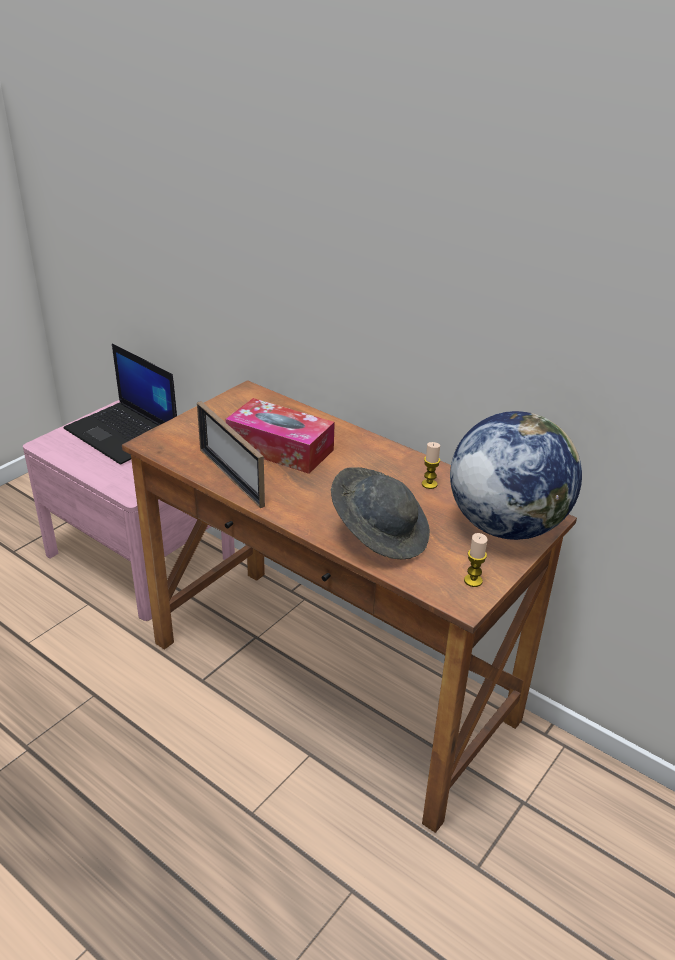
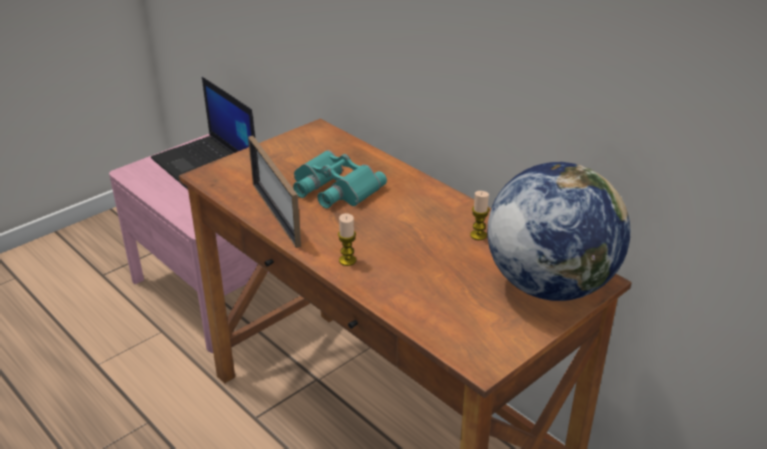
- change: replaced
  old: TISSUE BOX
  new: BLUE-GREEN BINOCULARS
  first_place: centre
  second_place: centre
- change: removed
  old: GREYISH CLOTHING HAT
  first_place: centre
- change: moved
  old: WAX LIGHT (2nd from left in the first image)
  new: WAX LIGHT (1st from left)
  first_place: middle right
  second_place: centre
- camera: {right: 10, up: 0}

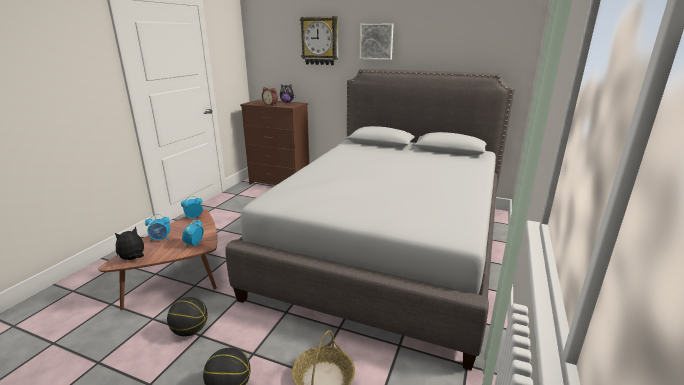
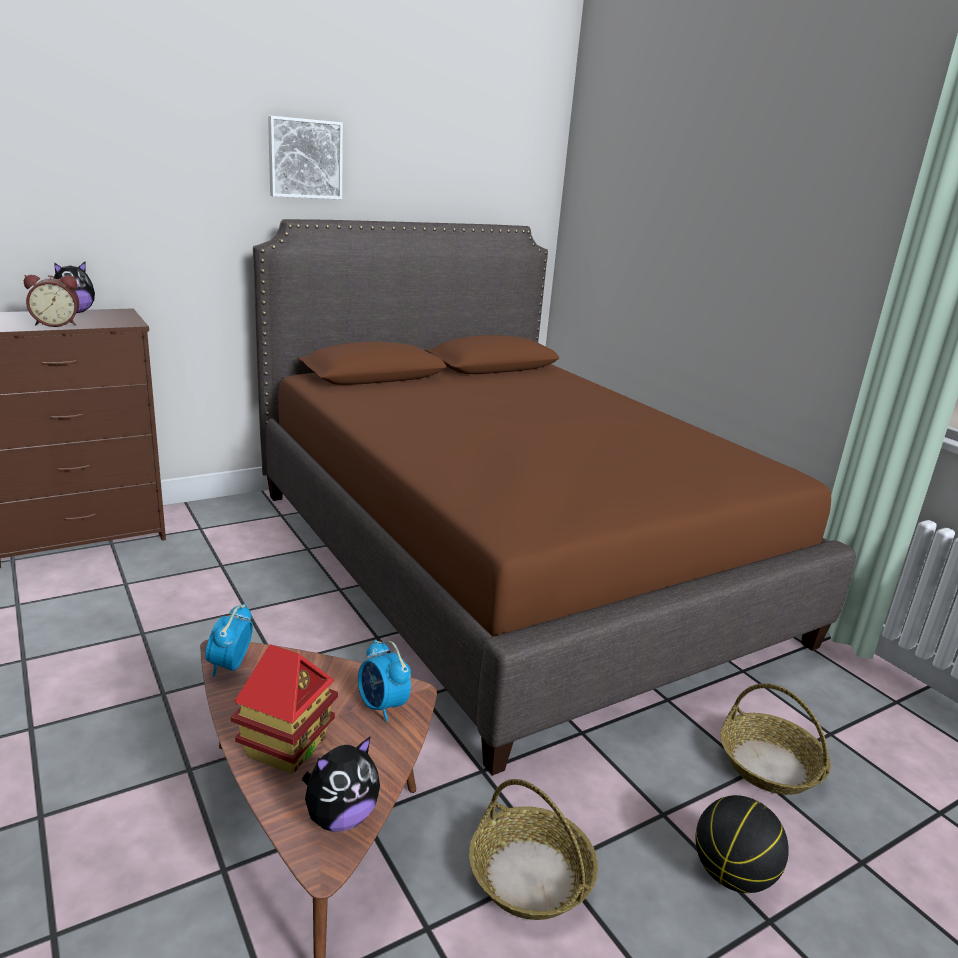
- change: turned
  old: PLUSH TOY (1st from left in the first image)
  first_place: middle left
  second_place: bottom centre
  degrees: -120
- change: replaced
  old: BEDSIDE CLOCK (1st from left)
  new: TOY HOUSE
  first_place: middle left
  second_place: bottom left
- change: replaced
  old: BALL FOR BASKETBALL (1st from left)
  new: STORAGE BASKET (1st from left)
  first_place: bottom left
  second_place: bottom centre
- change: recoloured
  old: GREYISH BEDROOM BED
  new: BROWN-COLOURED BEDROOM BED
  first_place: centre
  second_place: centre
- change: removed
  old: HANGING CLOCK
  first_place: top centre
- camera: {right: -55, up: 0}

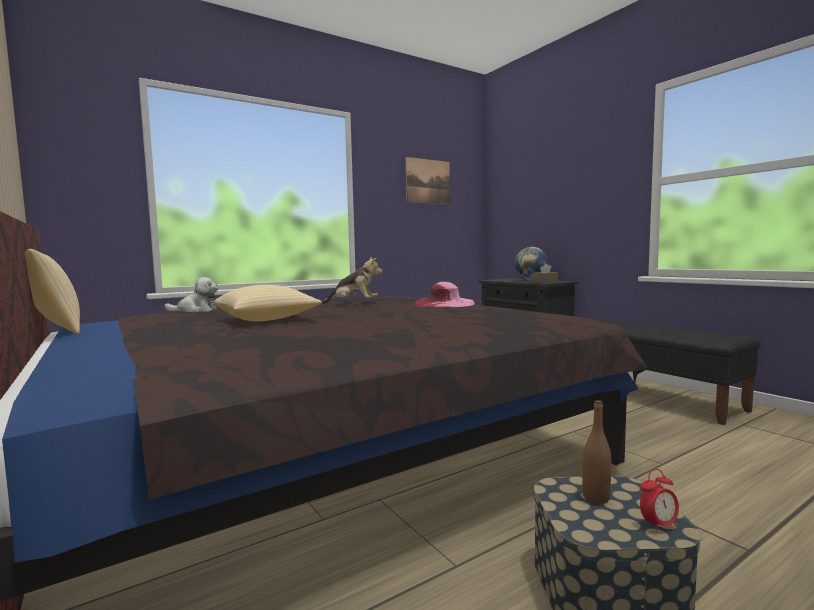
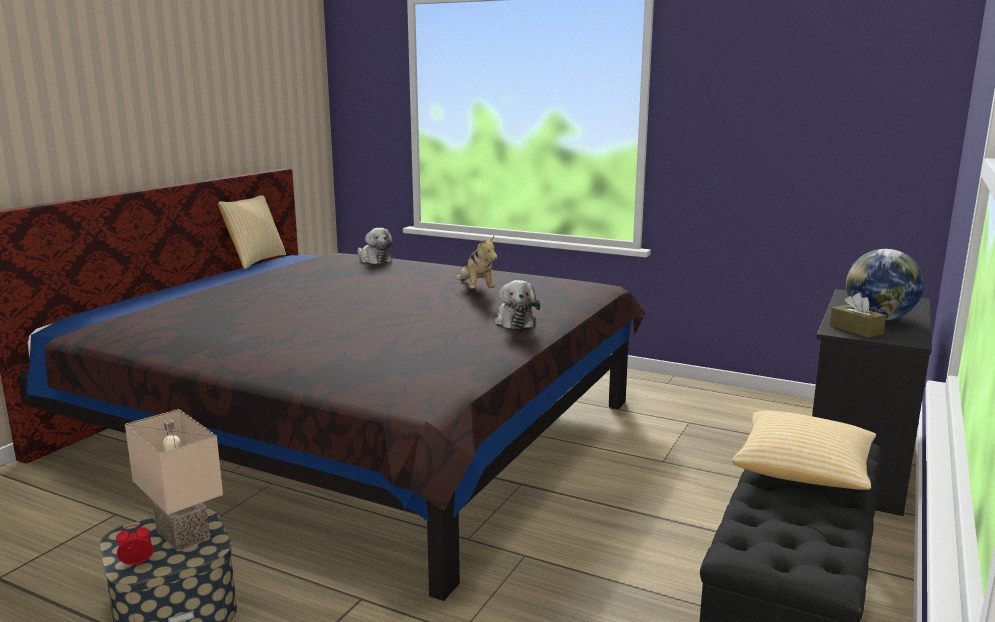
- change: moved
  old: PILLOW (2nd from left)
  first_place: middle left
  second_place: bottom right
- change: removed
  old: WALL ART
  first_place: top centre
- change: replaced
  old: PINK CLOTHING HAT
  new: PLUSH TOY (3rd from left)
  first_place: centre
  second_place: centre
- change: replaced
  old: BROWN-COLOURED DRINK BOTTLE
  new: BEIGE-COLOURED TABLETOP LAMP
  first_place: bottom right
  second_place: bottom left
- change: turned
  old: BEDSIDE CLOCK
  first_place: bottom right
  second_place: bottom left
  degrees: 120
- camera: {right: 60, up: 10}

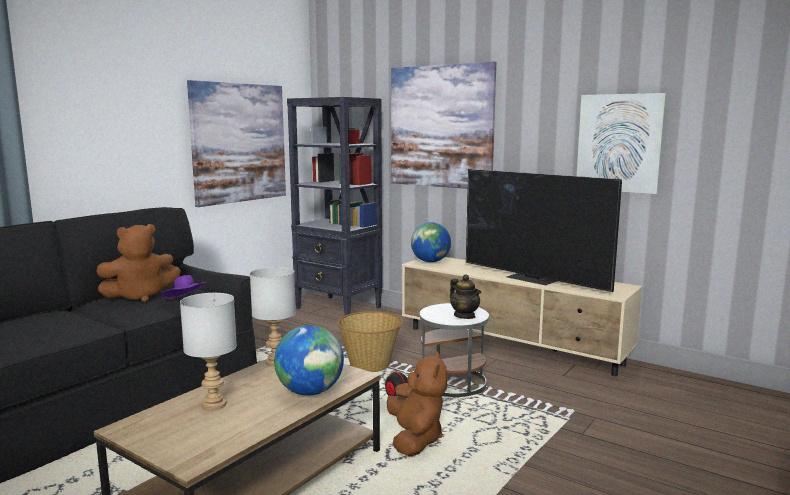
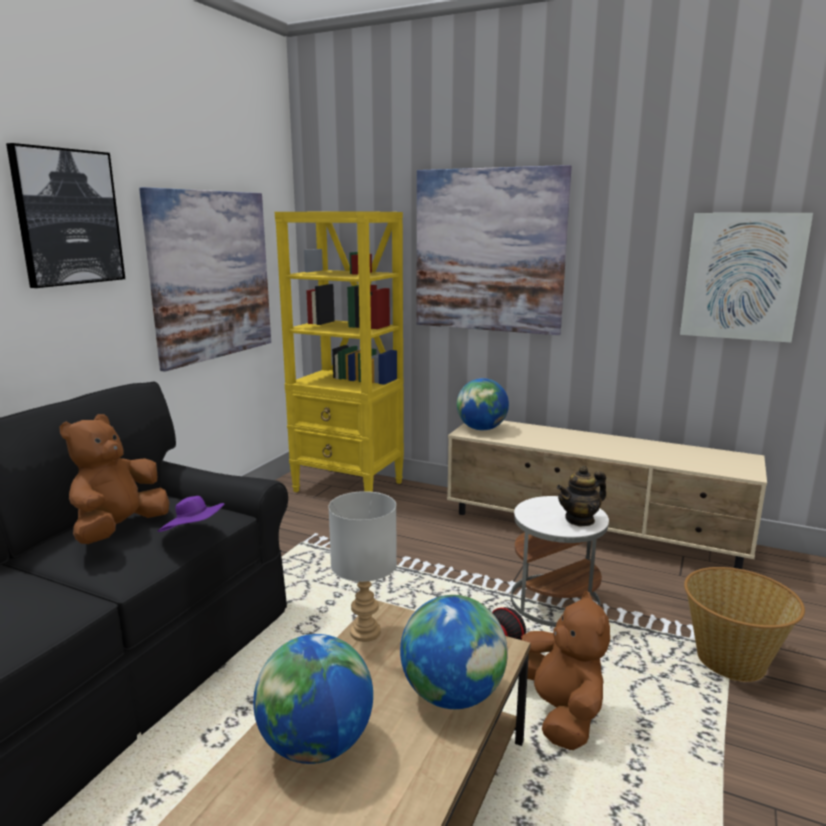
- change: turned
  old: BROWN-COLOURED PLUSH TOY (1st from left)
  first_place: middle left
  second_place: middle left
  degrees: 150
- change: replaced
  old: GREYISH TABLETOP LAMP (1st from left)
  new: WORLD GLOBE (1st from left)
  first_place: bottom left
  second_place: bottom centre
- change: recoloured
  old: BLACK-COLOURED BOOKCASE
  new: YELLOWISH BOOKCASE
  first_place: centre
  second_place: centre
- change: moved
  old: STORAGE BASKET
  first_place: bottom centre
  second_place: bottom right
- change: turned
  old: TEA POT
  first_place: centre
  second_place: middle right
  degrees: 105
- change: removed
  old: TV SET
  first_place: middle right
- change: added
  new: WALL ART (1st from left)
  second_place: top left
- camera: {right: -10, up: 5}

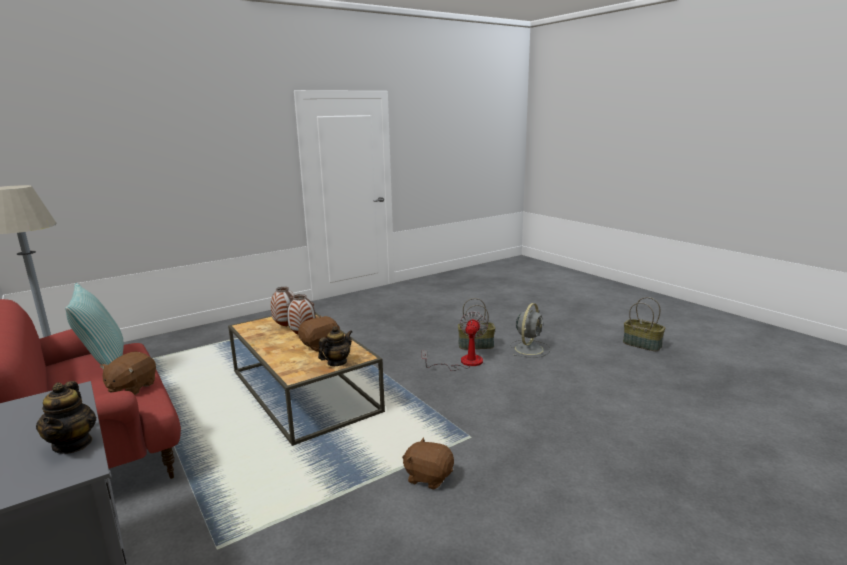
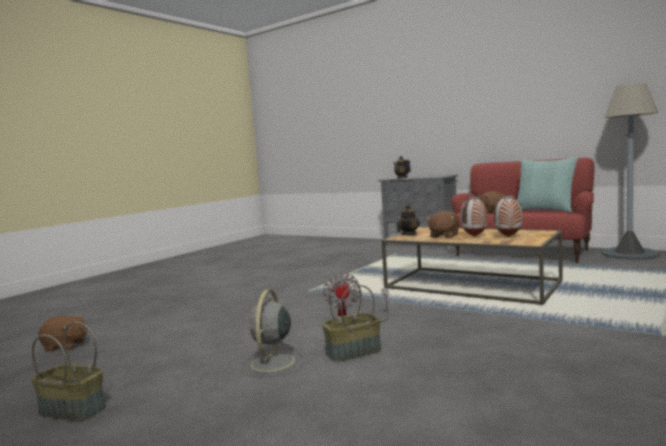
- change: moved
  old: BROWN-COLOURED PLUSH TOY (3rd from left in the first image)
  new: BROWN-COLOURED PLUSH TOY (1st from left)
  first_place: bottom centre
  second_place: bottom left
- camera: {right: 160, up: -10}

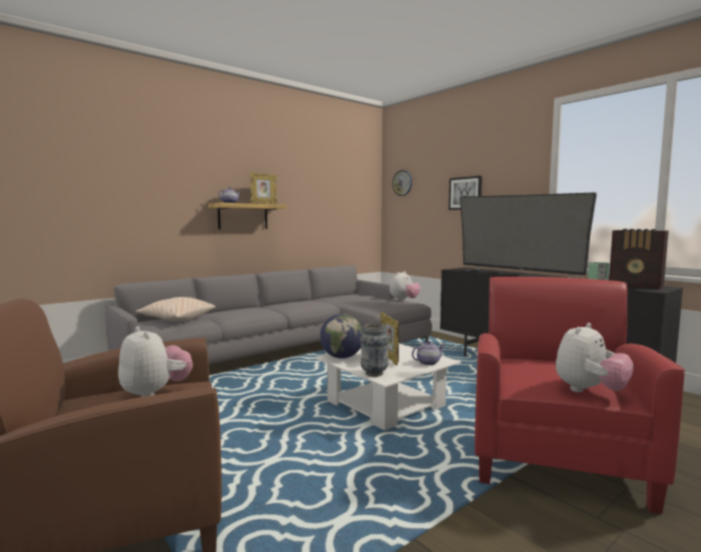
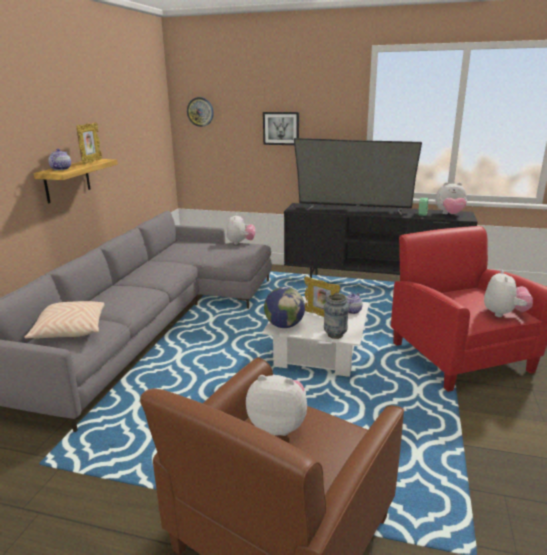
- change: replaced
  old: RADIO SET
  new: PLUSH TOY (3rd from left)
  first_place: middle right
  second_place: middle right
- camera: {right: -35, up: 15}

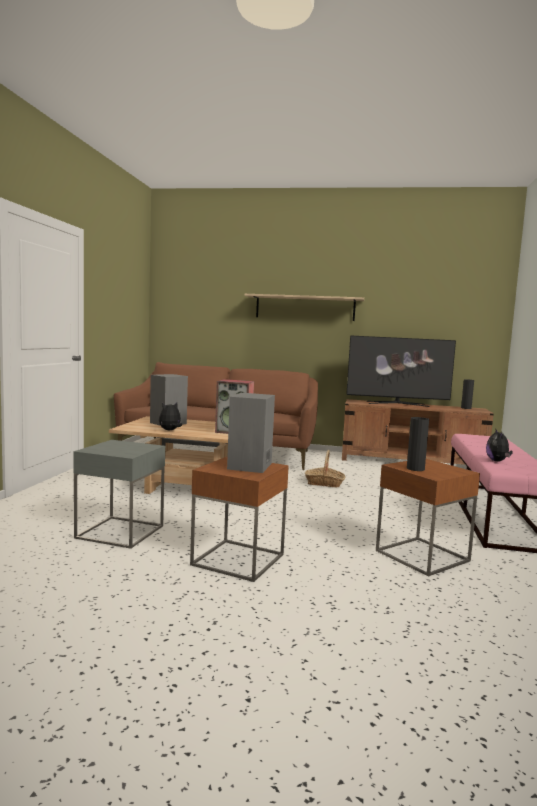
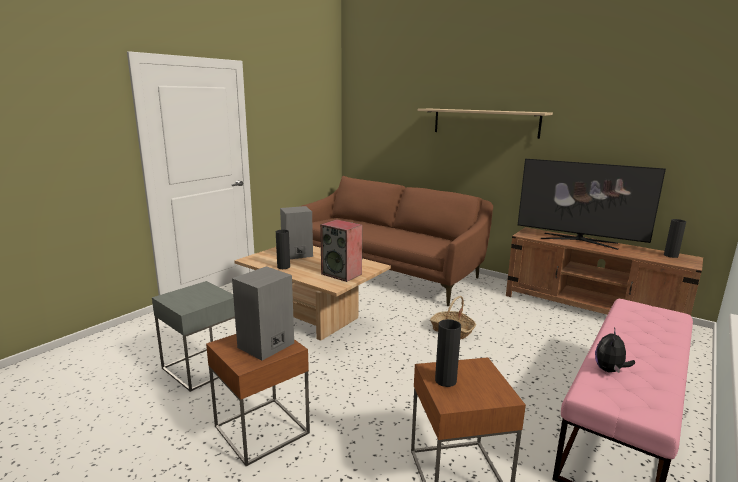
- change: replaced
  old: PLUSH TOY (1st from left)
  new: BLACK-COLOURED FLOWER VASE (1st from left)
  first_place: middle left
  second_place: centre
- camera: {right: 25, up: 10}

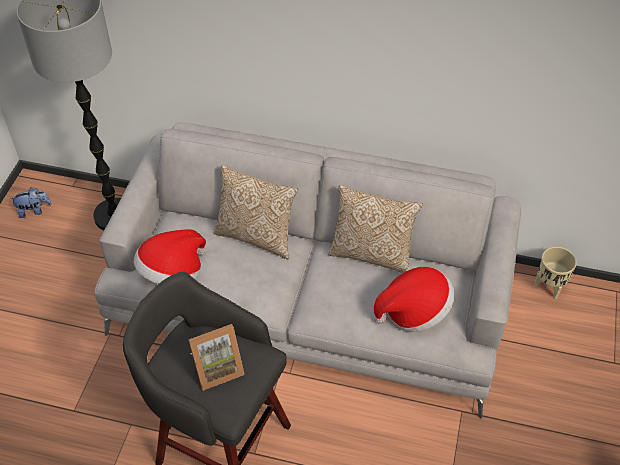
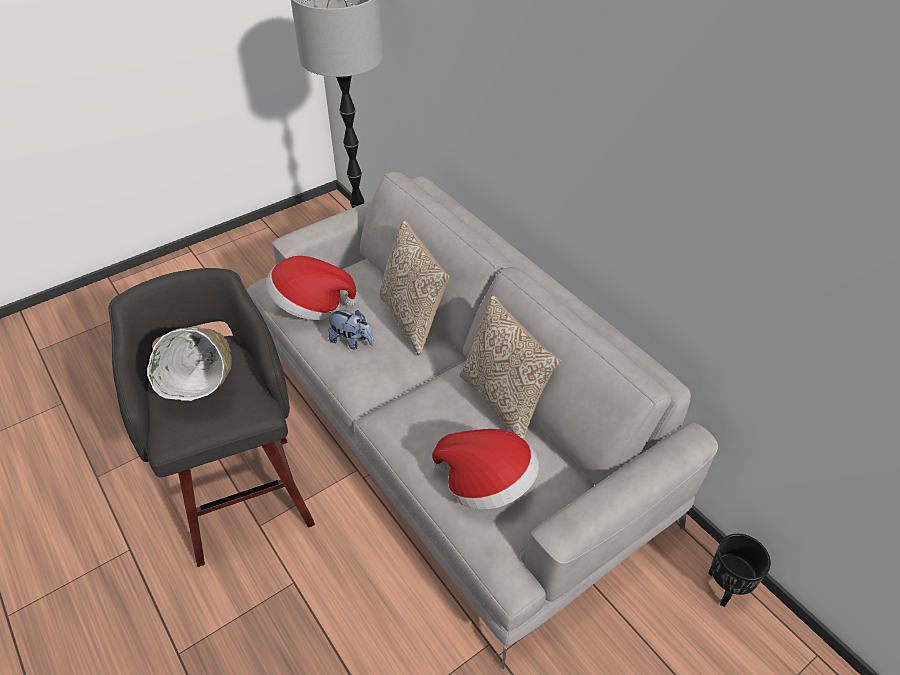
- change: moved
  old: PLUSH TOY
  first_place: middle left
  second_place: centre
- change: replaced
  old: PHOTO FRAME
  new: WHITE DEEP DISH
  first_place: bottom centre
  second_place: middle left
- change: recoloured
  old: BEIGE-COLOURED FLOWER POT
  new: BLACK-COLOURED FLOWER POT
  first_place: middle right
  second_place: bottom right
- camera: {right: 40, up: -5}

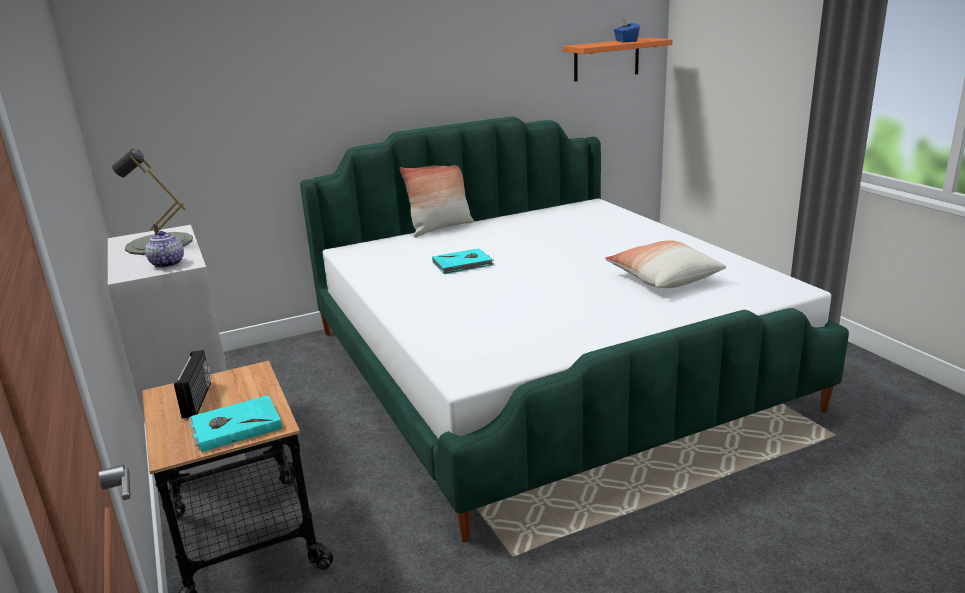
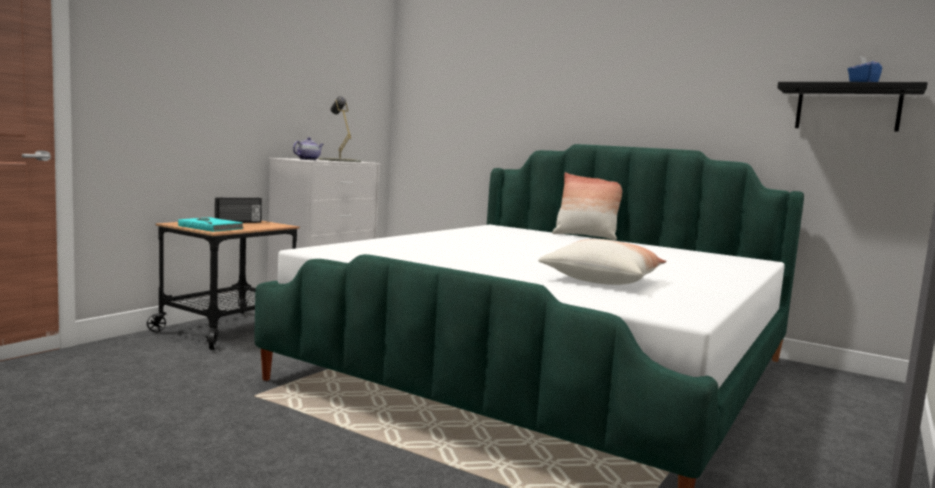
- change: removed
  old: BLUE-GREEN BOUND BOOK (2nd from left)
  first_place: centre
- change: recoloured
  old: ORANGE-COLOURED WALL SHELF
  new: BLACK-COLOURED WALL SHELF
  first_place: top centre
  second_place: top right
- camera: {right: 55, up: -15}

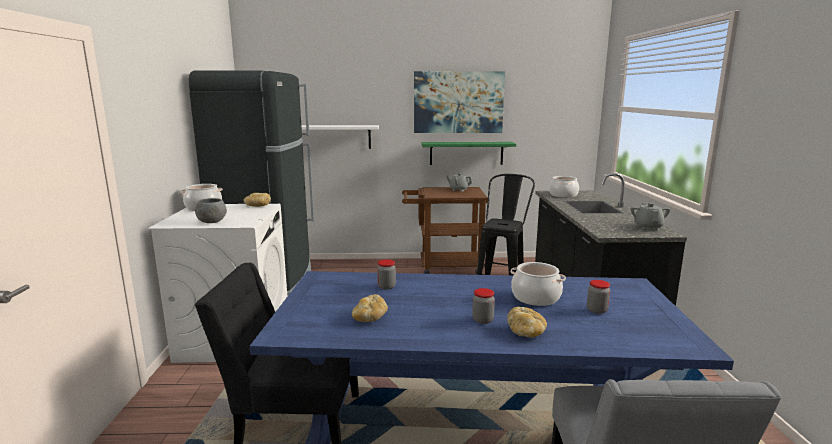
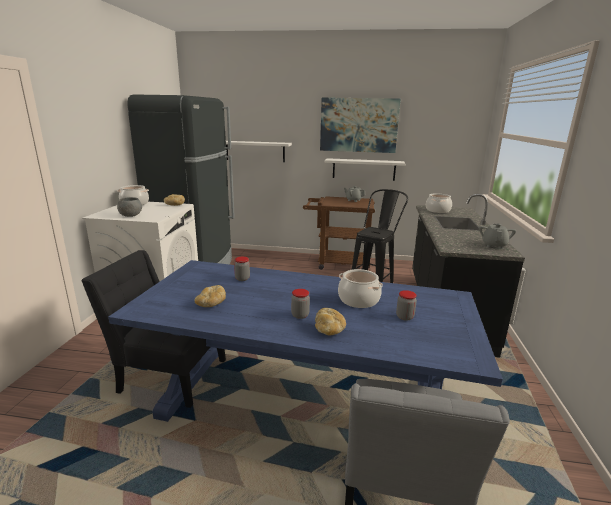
- change: recoloured
  old: GREENISH WALL SHELF
  new: WHITE WALL SHELF (2nd from left)
  first_place: centre
  second_place: centre
- camera: {right: 10, up: 5}

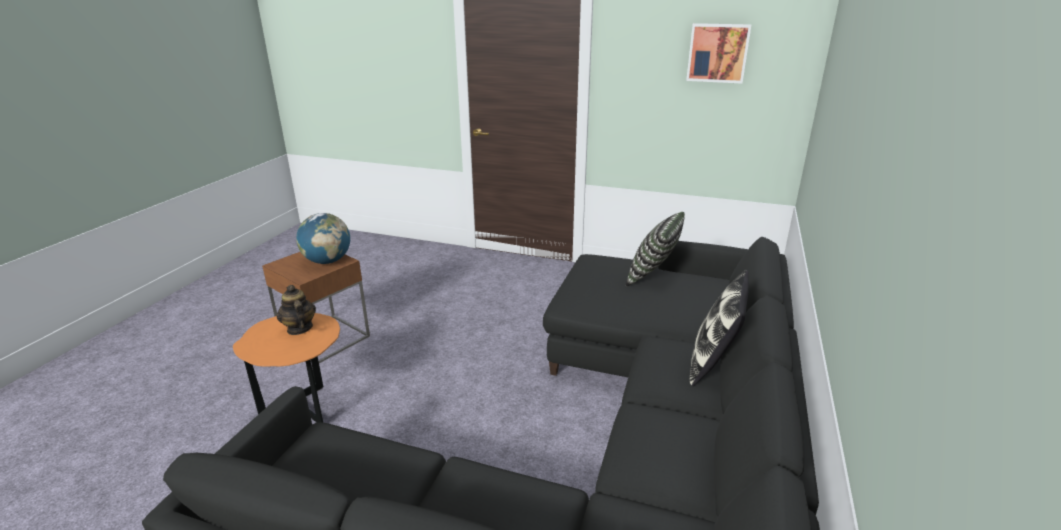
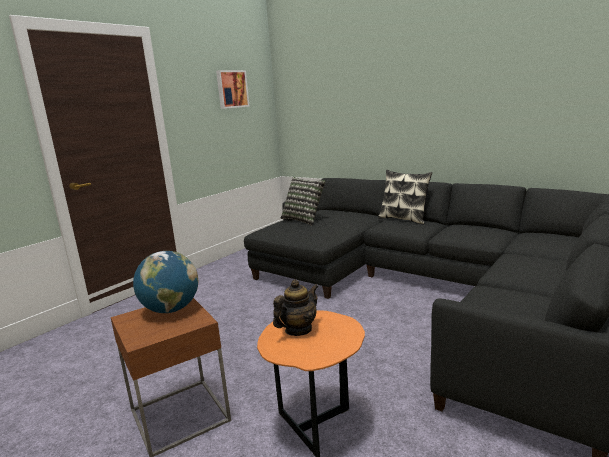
- change: turned
  old: TEA POT
  first_place: middle left
  second_place: bottom centre
  degrees: 150
- camera: {right: -70, up: -10}

